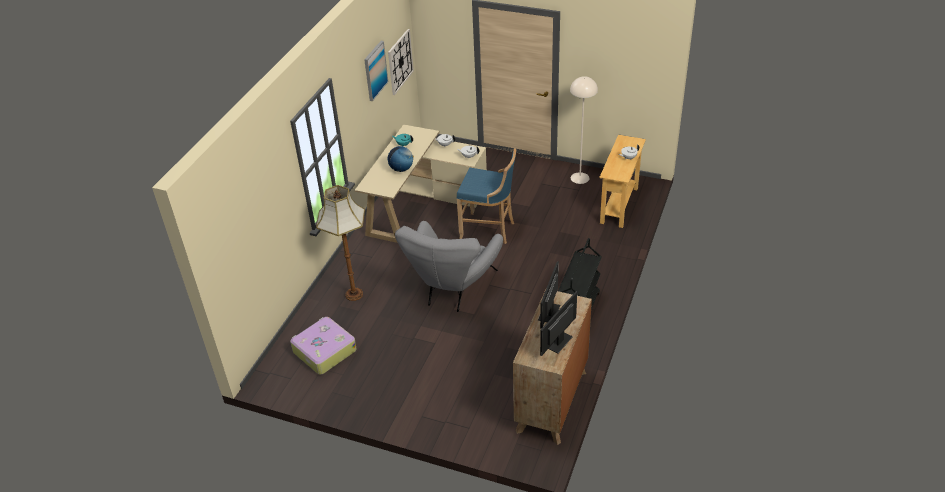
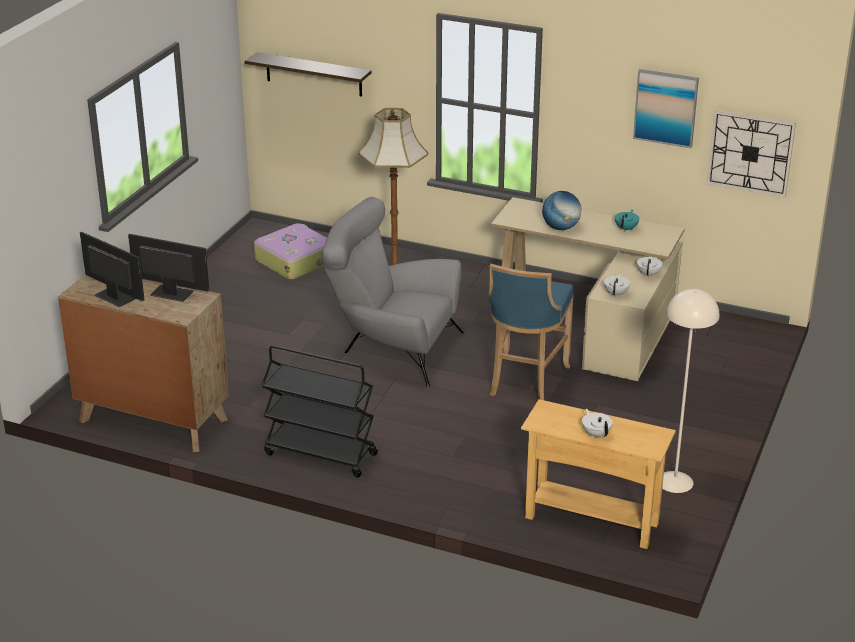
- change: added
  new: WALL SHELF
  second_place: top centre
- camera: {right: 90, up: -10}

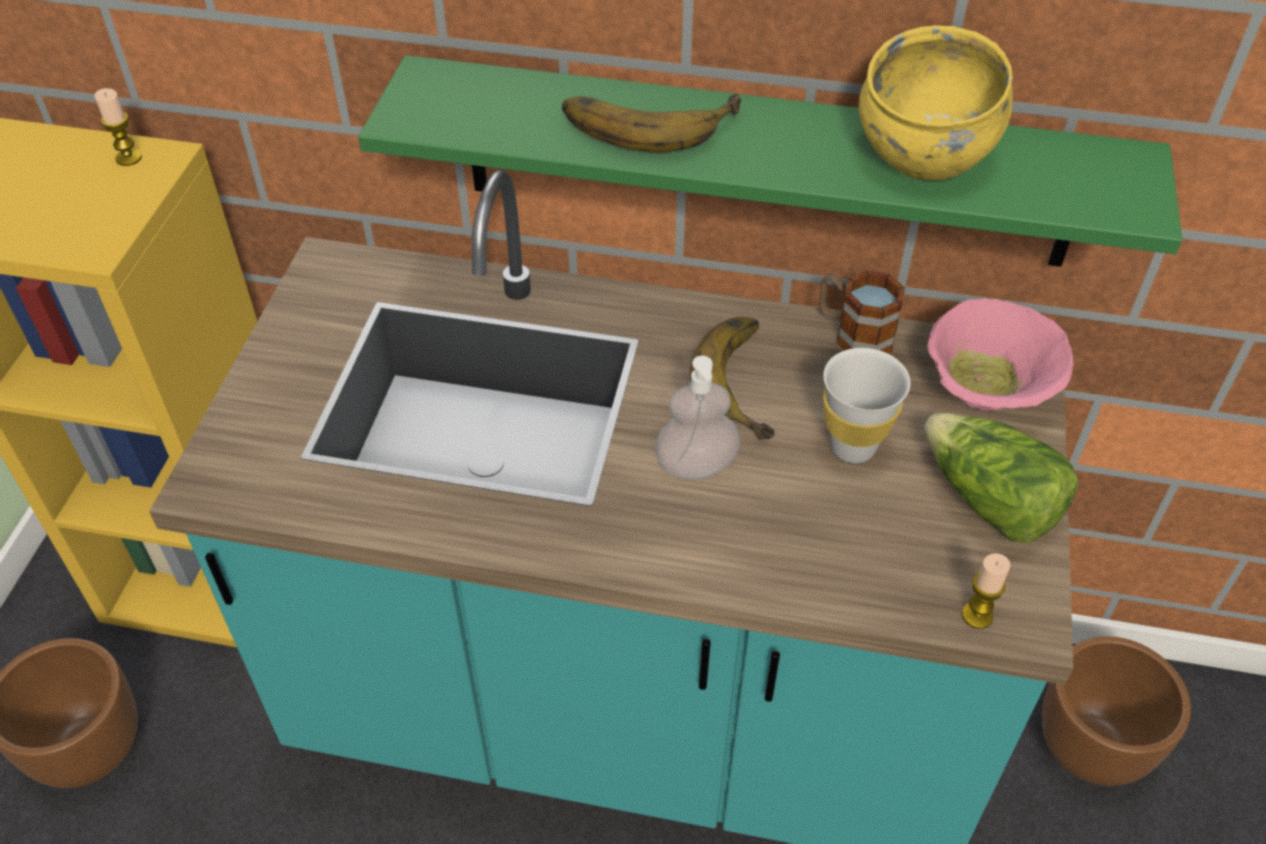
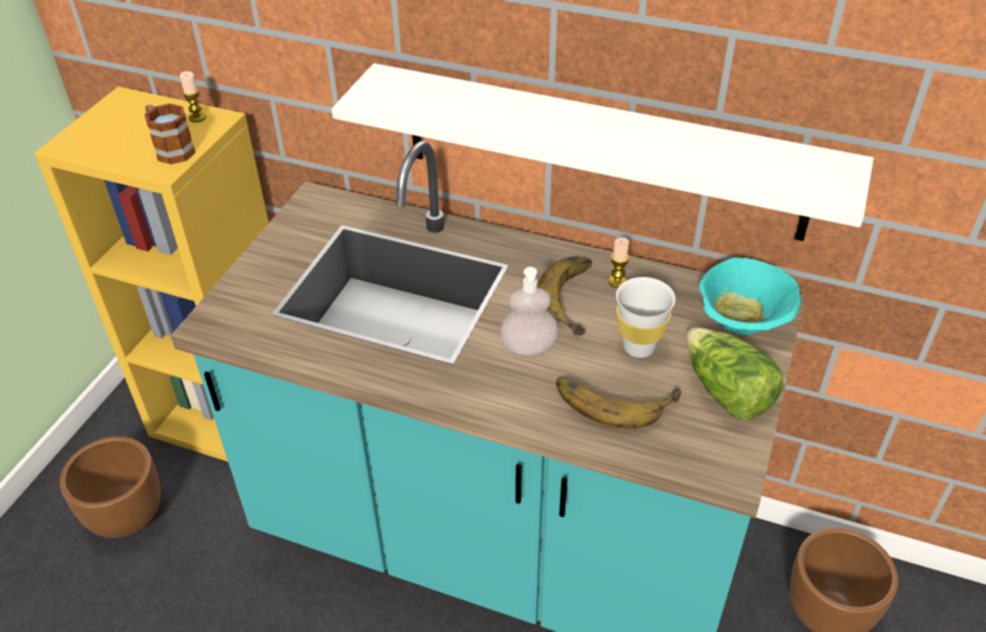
- change: recoloured
  old: GREENISH WALL SHELF
  new: WHITE WALL SHELF
  first_place: top centre
  second_place: top centre
- change: moved
  old: BANANA FRUIT (1st from left in the first image)
  new: BANANA FRUIT (2nd from left)
  first_place: top centre
  second_place: centre
- change: moved
  old: MUG
  first_place: middle right
  second_place: top left
- change: removed
  old: YELLOWISH DEEP DISH
  first_place: top right
- change: recoloured
  old: PINK DEEP DISH
  new: BLUE-GREEN DEEP DISH
  first_place: middle right
  second_place: middle right
- change: moved
  old: WAX LIGHT (2nd from left)
  first_place: bottom right
  second_place: centre
- camera: {right: 10, up: -5}

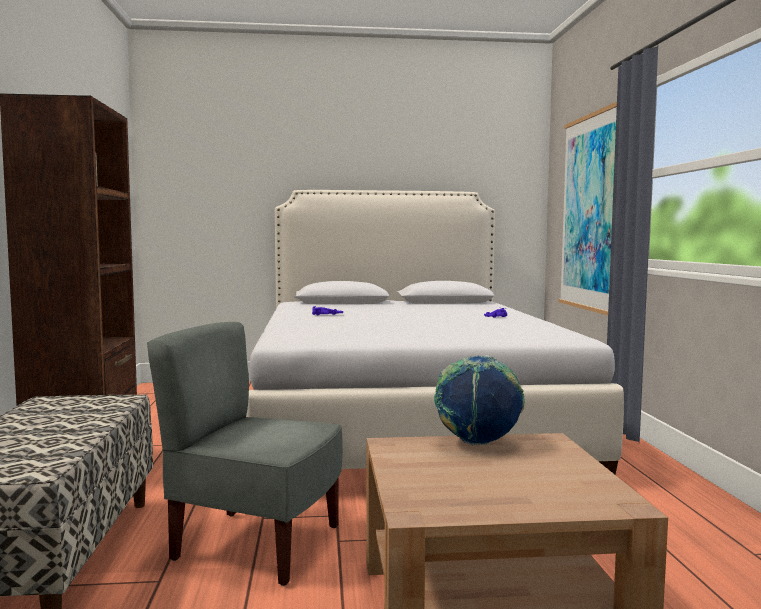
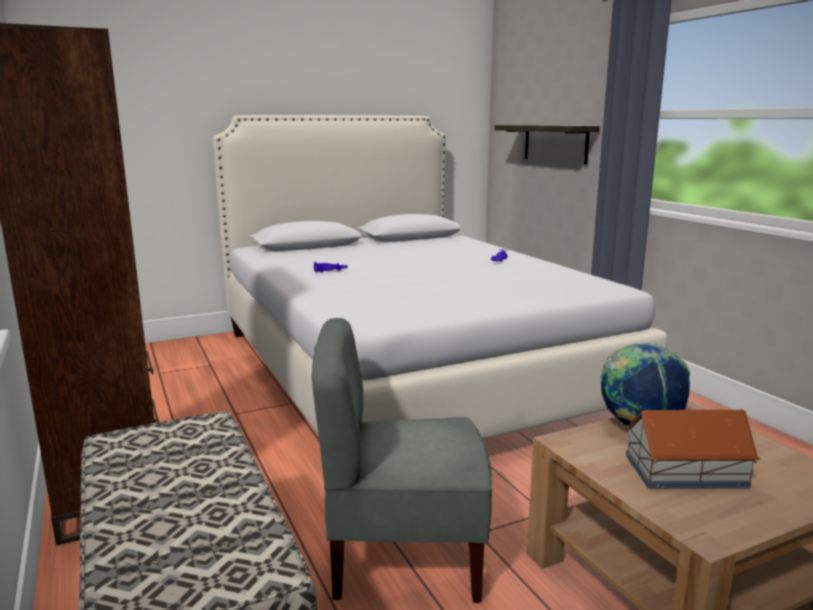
- change: replaced
  old: WALL ART
  new: WALL SHELF
  first_place: middle right
  second_place: top right
- change: added
  new: TOY HOUSE
  second_place: bottom right
- camera: {right: -20, up: 10}

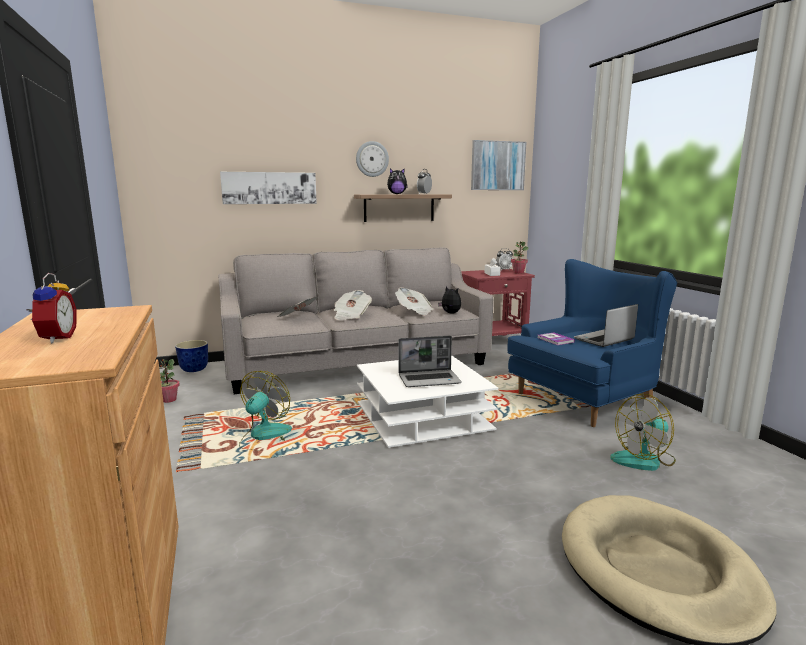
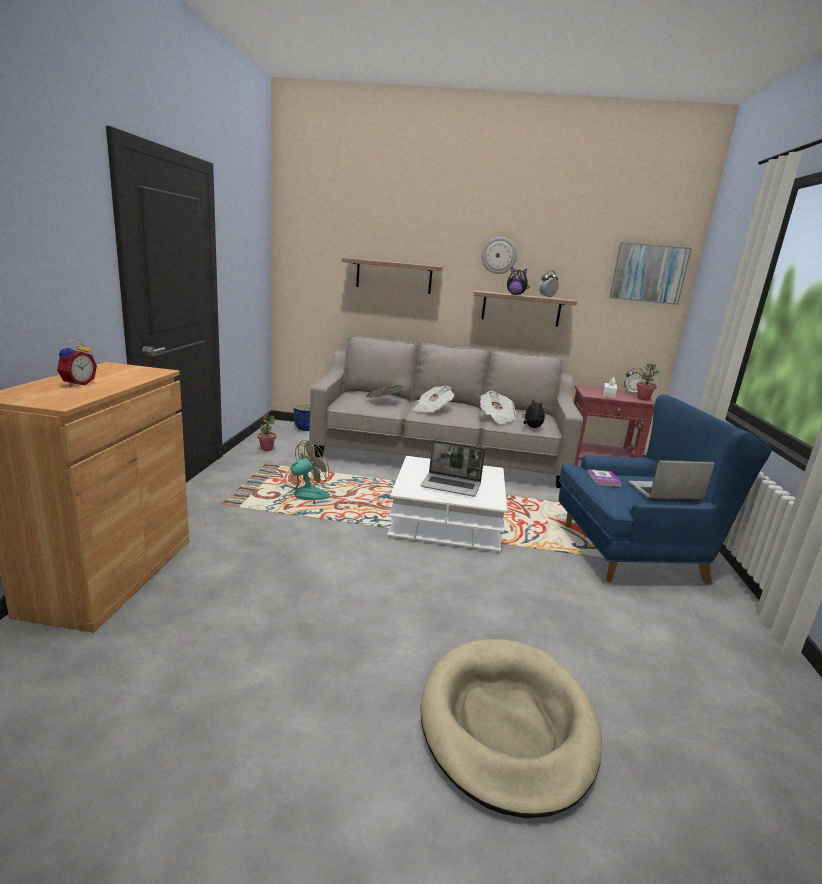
- change: replaced
  old: WALL ART (1st from left)
  new: WALL SHELF (1st from left)
  first_place: top left
  second_place: top centre
- change: removed
  old: ELECTRIC FAN (2nd from left)
  first_place: bottom right
- camera: {right: 25, up: 5}

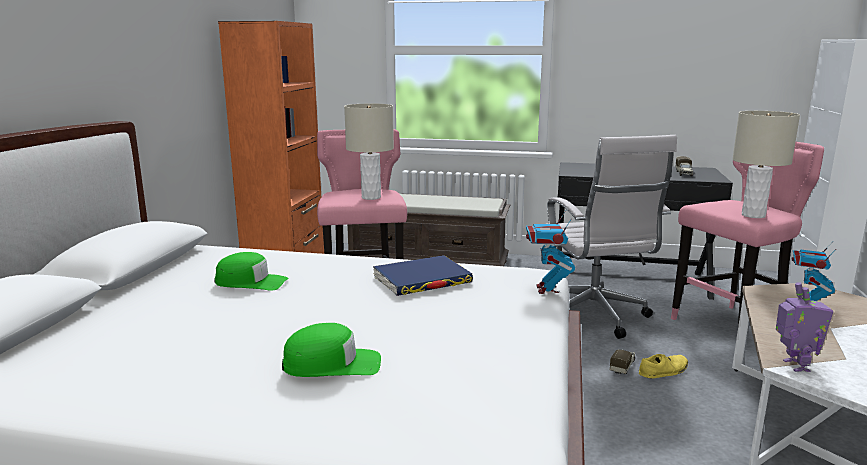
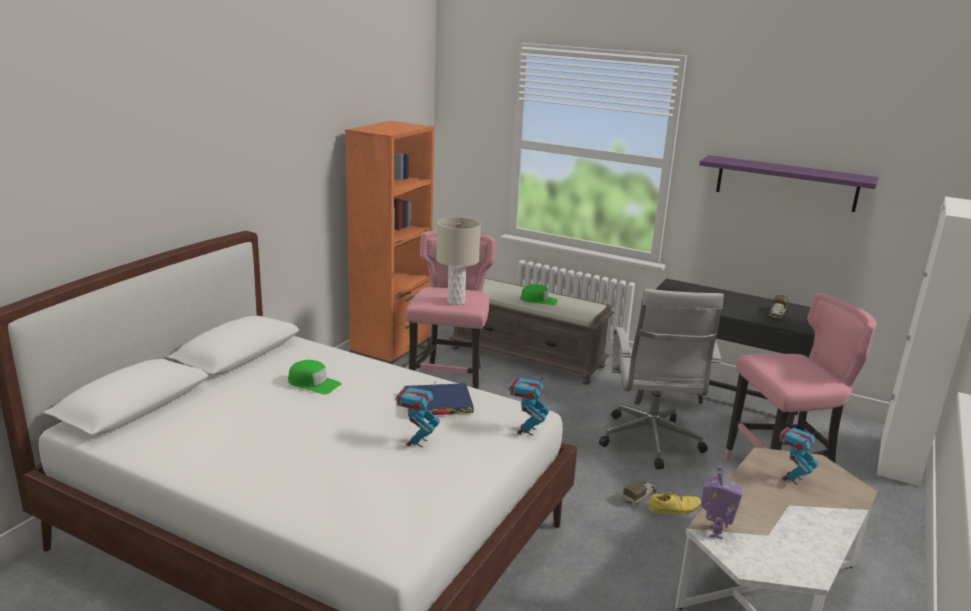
- change: moved
  old: GREENISH PEAKED CAP (2nd from left)
  first_place: bottom centre
  second_place: centre
- change: removed
  old: BEIGE-COLOURED TABLETOP LAMP (2nd from left)
  first_place: middle right
- change: added
  new: MODEL ROBOT (1st from left)
  second_place: bottom centre
- change: added
  new: PURPLE-COLOURED WALL SHELF
  second_place: top right
- camera: {right: 15, up: 5}

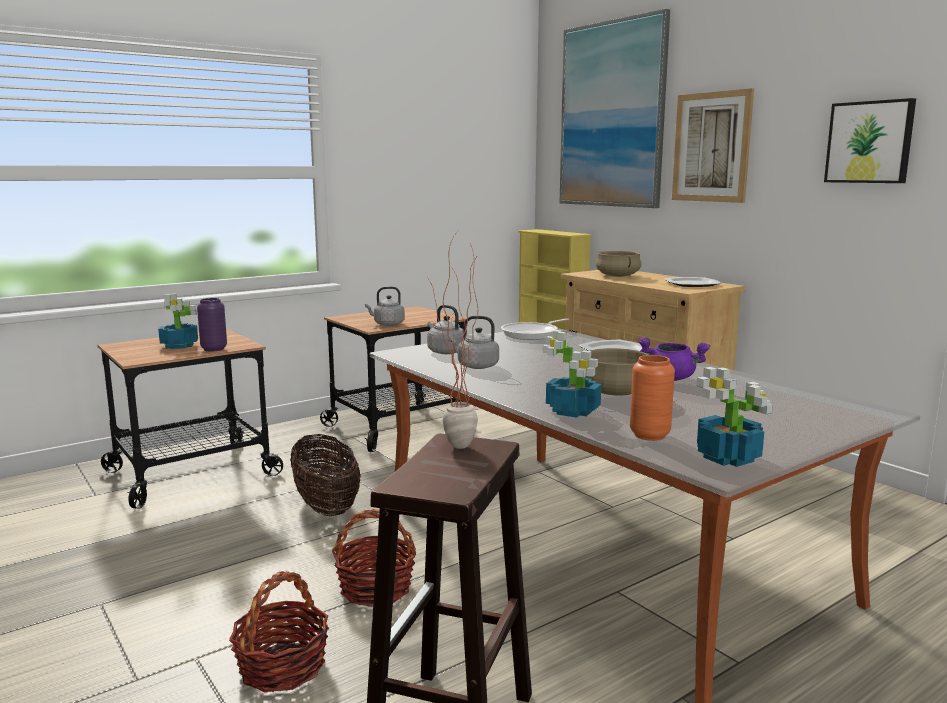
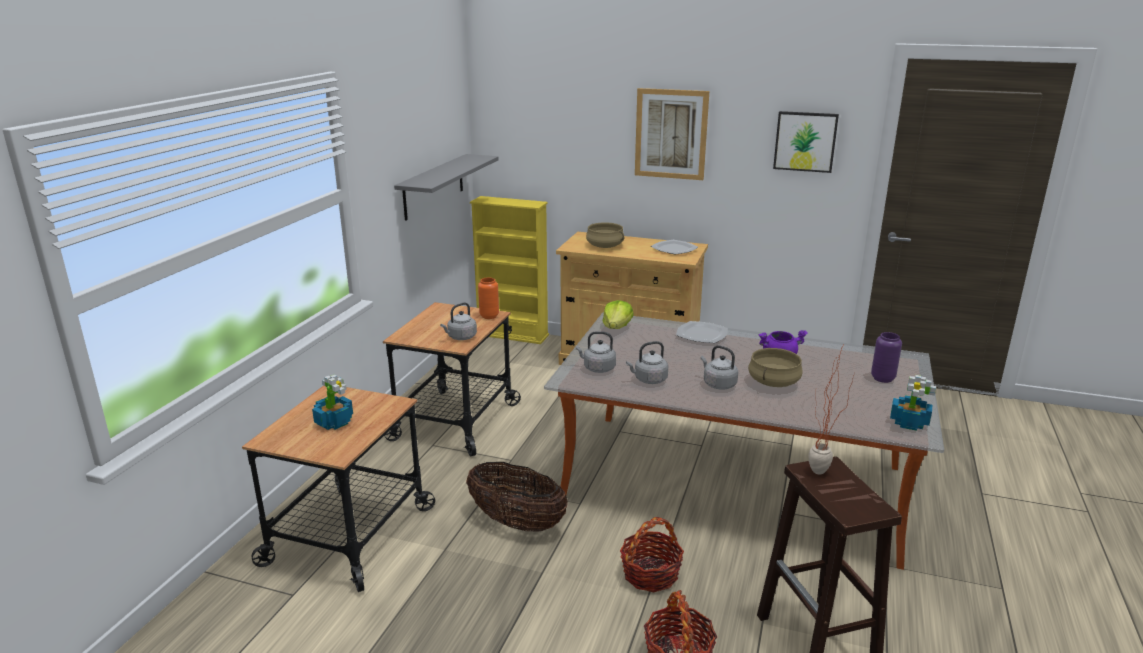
- change: moved
  old: PURPLE-COLOURED FLOWER VASE
  first_place: middle left
  second_place: middle right
- change: replaced
  old: FRYING PAN
  new: LETTUCE HEAD
  first_place: centre
  second_place: centre
- change: removed
  old: HOUSEPLANT (3rd from left)
  first_place: centre
- change: removed
  old: WALL ART (1st from left)
  first_place: top centre
- change: moved
  old: ORANGE-COLOURED FLOWER VASE
  first_place: middle right
  second_place: centre
- change: added
  new: GREYISH WALL SHELF
  second_place: top centre
- change: added
  new: GREYISH KETTLE (4th from left)
  second_place: centre
- camera: {right: -35, up: 10}

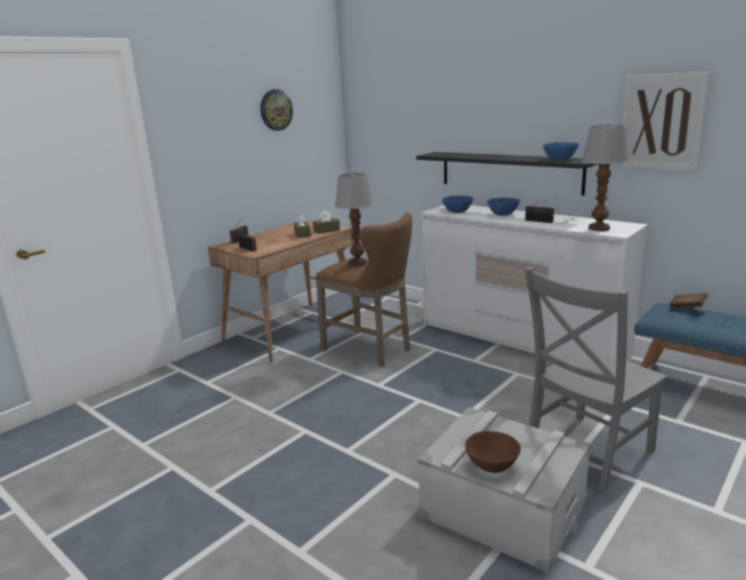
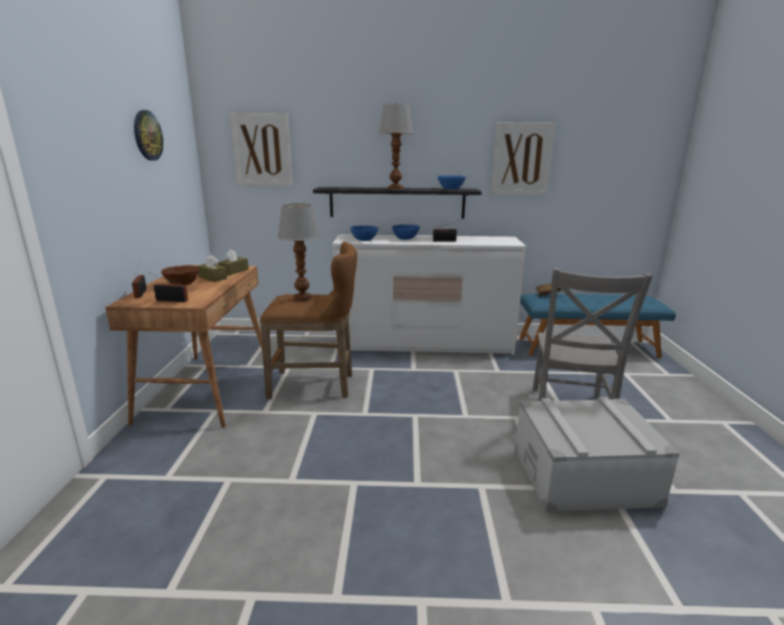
- change: moved
  old: BROWN-COLOURED DEEP DISH
  first_place: bottom centre
  second_place: middle left
- change: moved
  old: TABLETOP LAMP (2nd from left)
  first_place: top right
  second_place: top centre
- change: added
  new: WALL ART (1st from left)
  second_place: top left
- camera: {right: -40, up: 0}

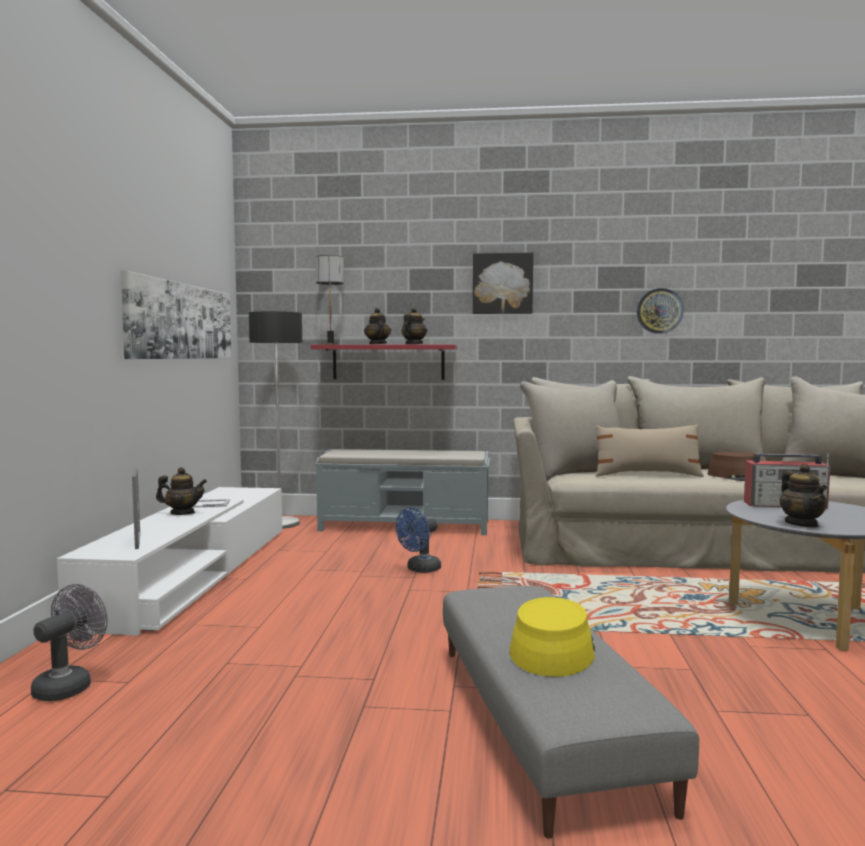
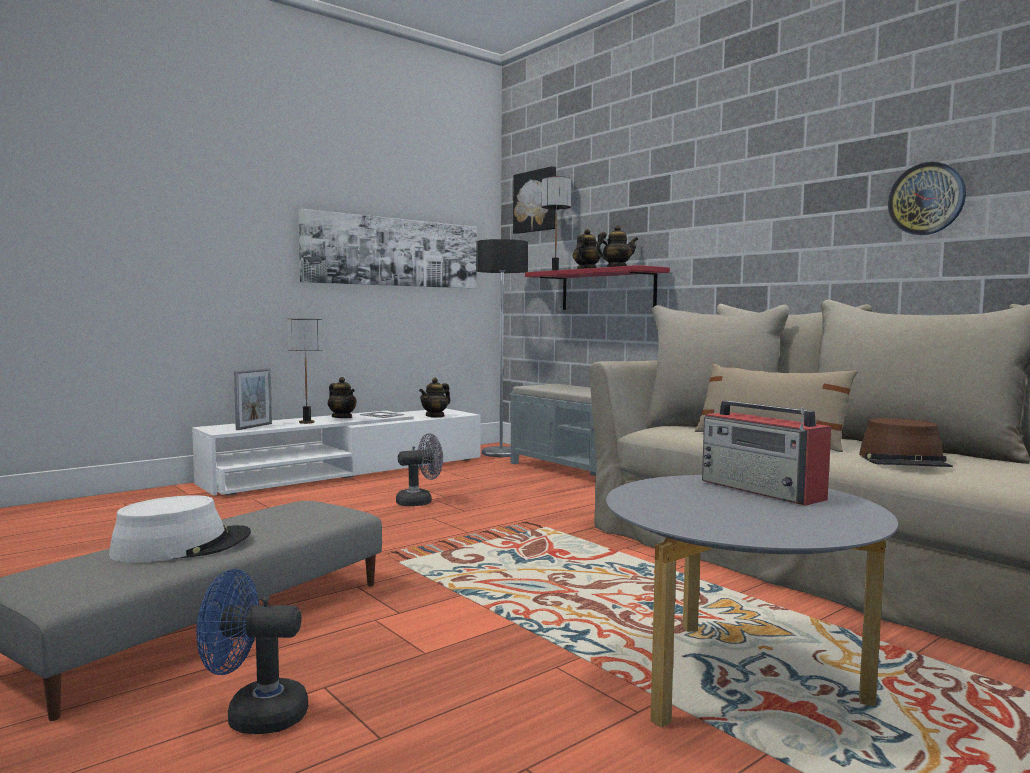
- change: moved
  old: GREYISH ELECTRIC FAN
  first_place: bottom left
  second_place: centre
- change: moved
  old: BLUE ELECTRIC FAN
  first_place: centre
  second_place: bottom left
- change: moved
  old: WALL ART (2nd from left)
  first_place: centre
  second_place: top centre
- change: recoloured
  old: YELLOWISH CLOTHING HAT
  new: WHITE CLOTHING HAT
  first_place: bottom centre
  second_place: bottom left
- change: moved
  old: TEA POT (4th from left in the first image)
  new: TEA POT (2nd from left)
  first_place: middle right
  second_place: centre
- change: added
  new: TABLETOP LAMP (1st from left)
  second_place: middle left
- camera: {right: 45, up: 0}

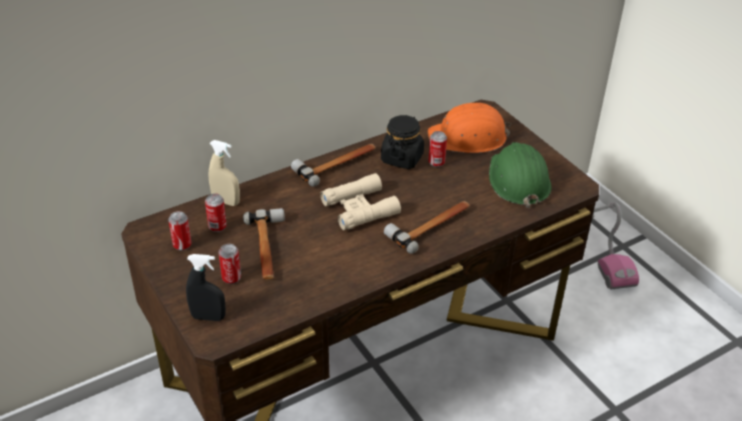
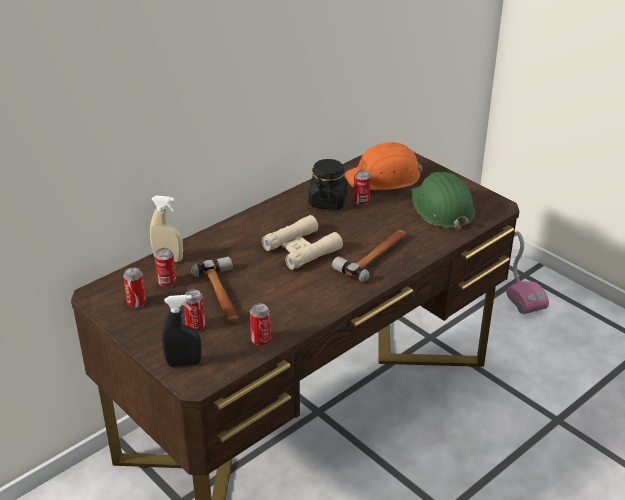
- change: removed
  old: HAND HAMMER (2nd from left)
  first_place: centre
- change: added
  new: SEALED CAN (4th from left)
  second_place: centre
- camera: {right: -10, up: -5}

